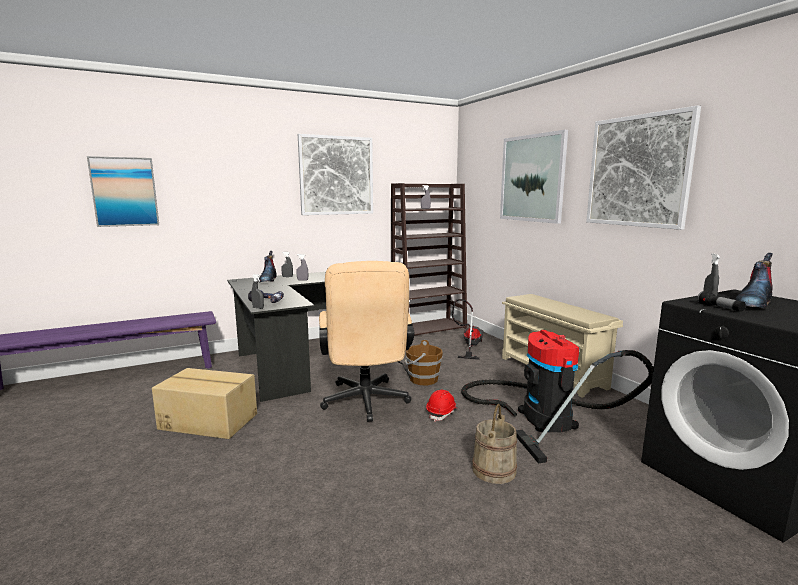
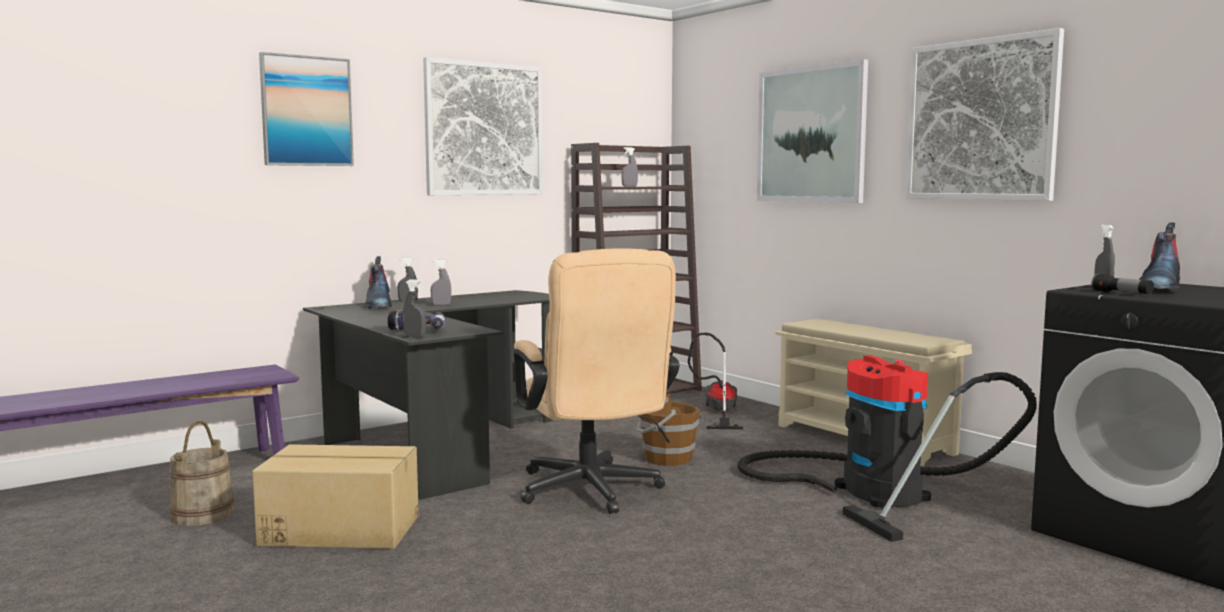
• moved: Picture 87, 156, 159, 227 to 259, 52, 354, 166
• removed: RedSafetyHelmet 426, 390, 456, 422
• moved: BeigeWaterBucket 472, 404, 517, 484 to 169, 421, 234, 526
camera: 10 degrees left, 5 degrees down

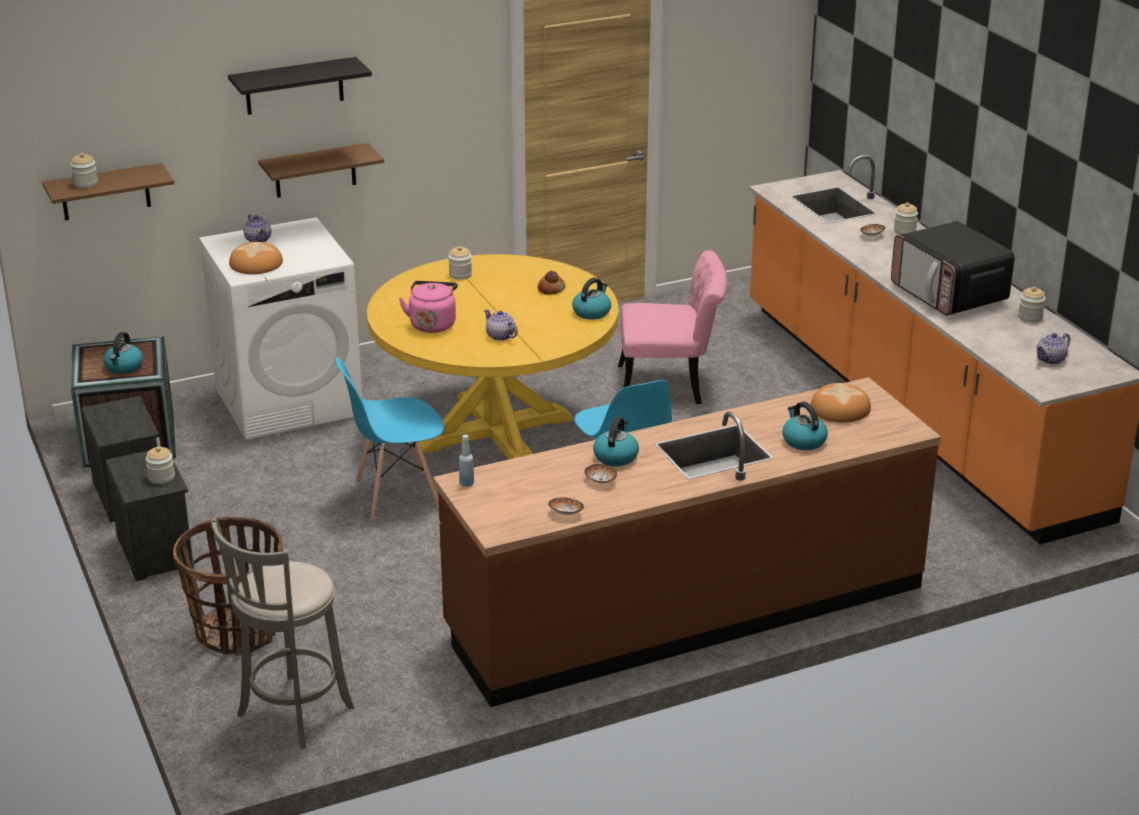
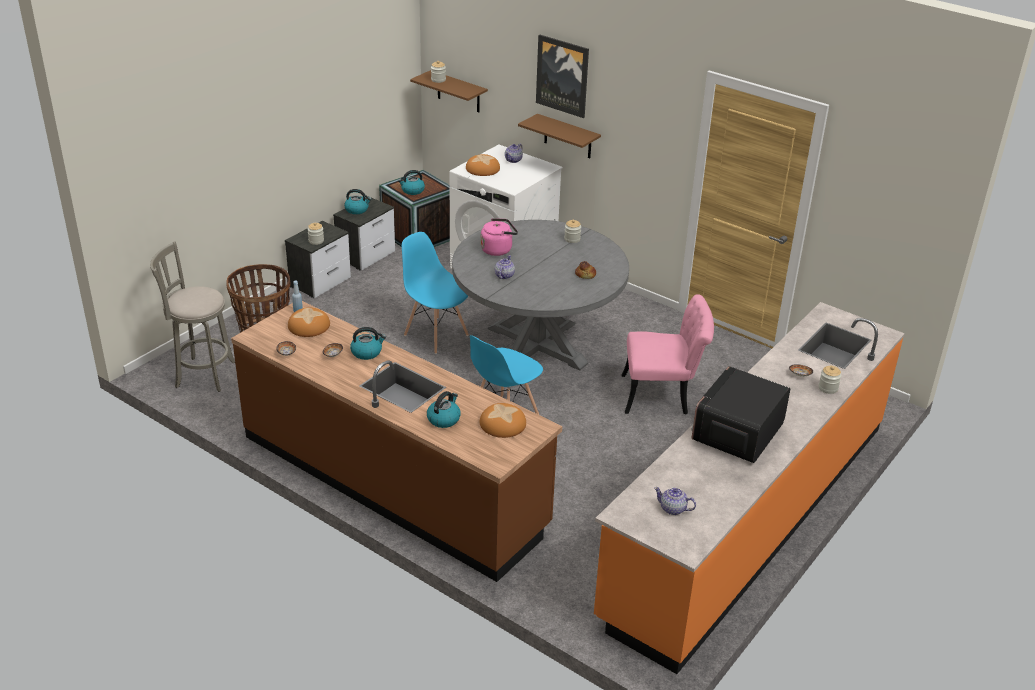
• replaced: BlackColouredBracketShelf 228, 57, 372, 115 to Picture 536, 35, 589, 118
• recoloured: YellowColouredDiningTable 367, 254, 619, 459 to GreyDiningTable 452, 220, 629, 371
• moved: WaterKettle 572, 278, 611, 320 to 344, 189, 372, 214
• turned: PinkishUprightChair 618, 250, 727, 405 = 621, 294, 714, 415 60 degrees counterclockwise
• removed: PreserveJar 1018, 287, 1046, 322
• added: Bread 288, 307, 330, 337
camera: 60 degrees right, 5 degrees up

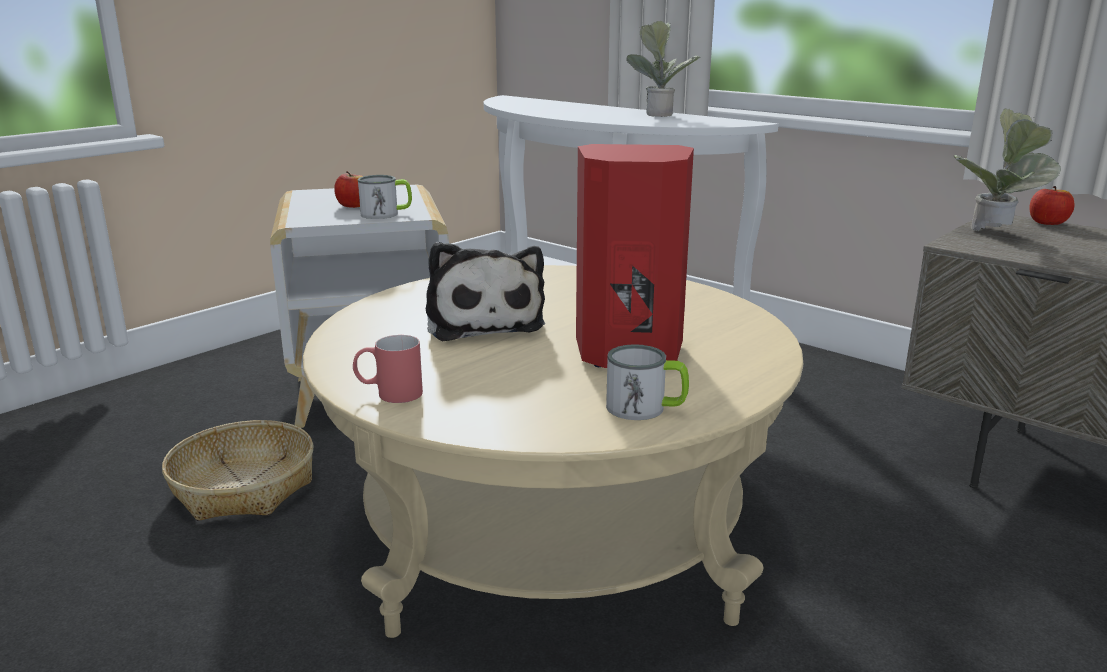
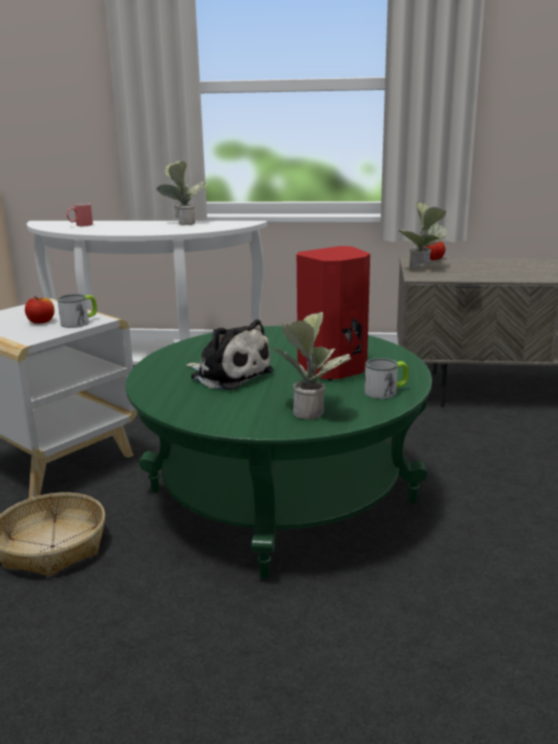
• recoloured: BeigeCoffeeTable 303, 265, 804, 638 to GreenCoffeeTable 125, 326, 432, 579
• moved: RedCoffeeMug 353, 335, 423, 403 to 67, 203, 93, 226
• added: PottedPlant 274, 312, 351, 419
camera: 35 degrees left, 0 degrees up

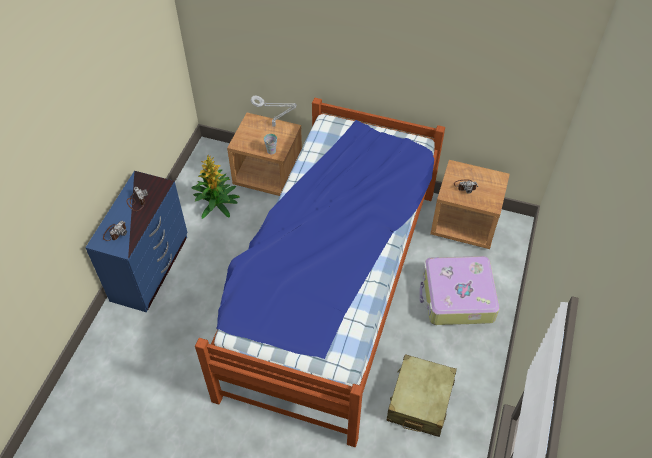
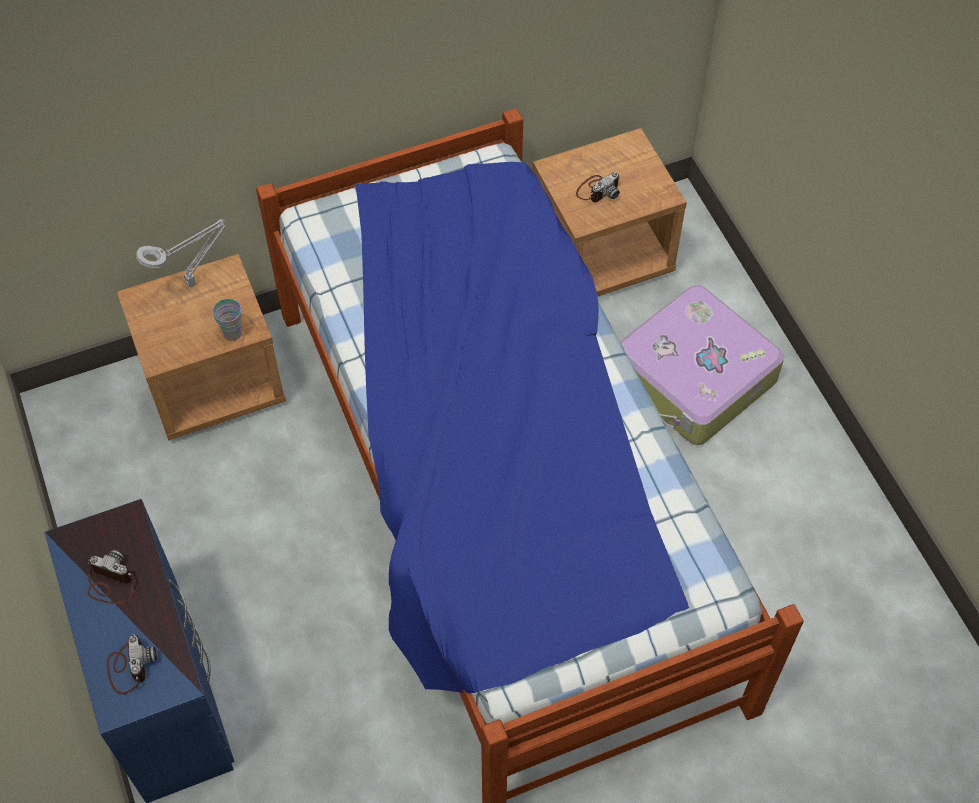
• removed: PottedPlant 191, 155, 240, 219
• removed: BeigePieceOfLuggage 387, 354, 457, 437
camera: 40 degrees left, 5 degrees up

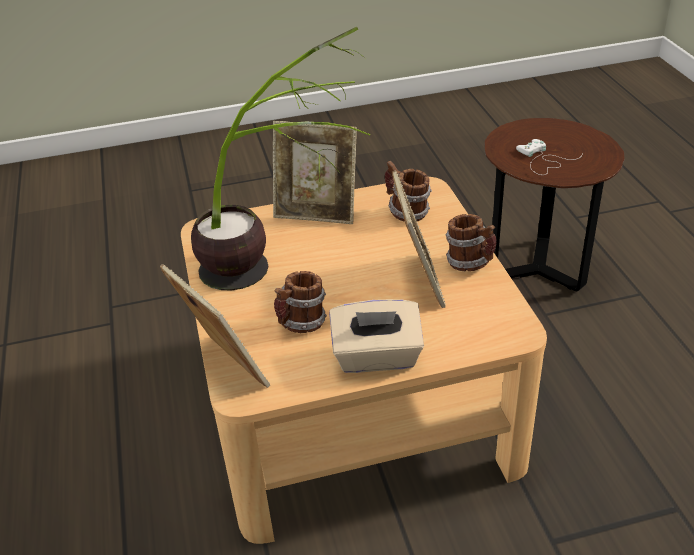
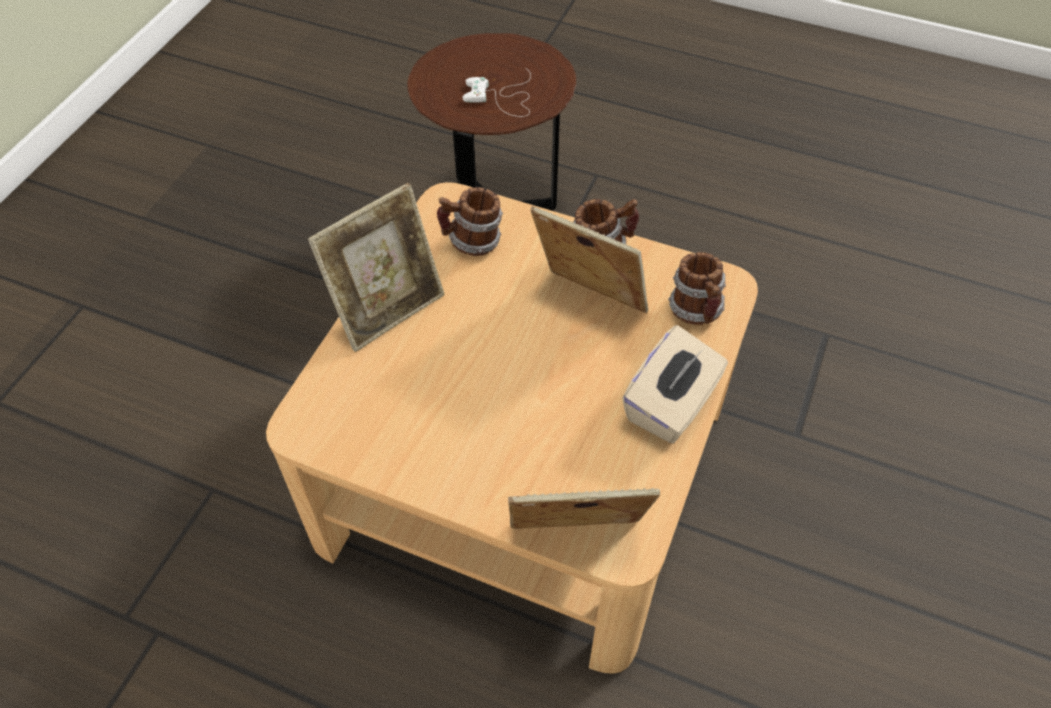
• removed: PottedPlant 191, 26, 370, 290
• moved: CoffeeMug 274, 271, 327, 333 to 668, 252, 726, 325
camera: 55 degrees left, 15 degrees up

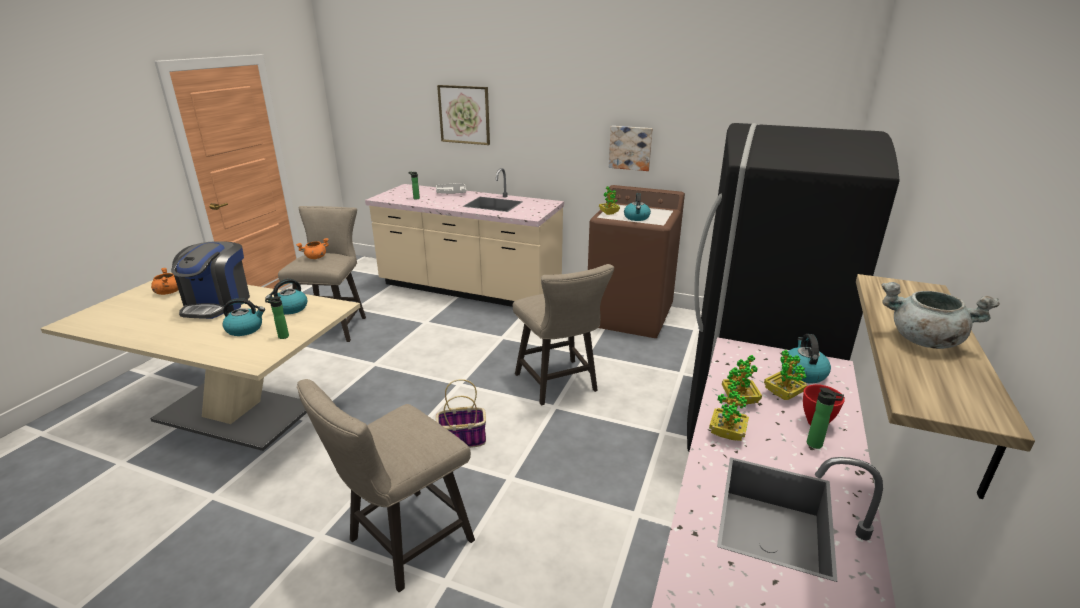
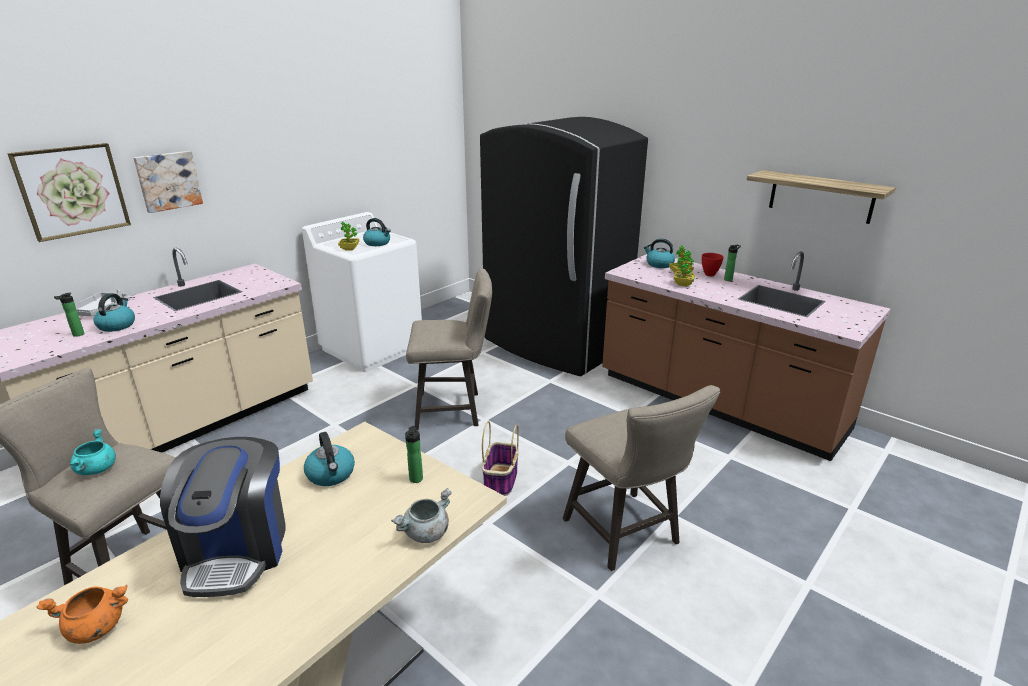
• turned: CoffeeMaker 171, 241, 250, 319 = 160, 437, 285, 597 60 degrees clockwise
• moved: WaterKettle 222, 298, 265, 336 to 94, 293, 135, 332
• recoloured: OrangeStockpot 296, 238, 329, 259 to BlueGreenStockpot 69, 429, 116, 475
• recoloured: BrownLaundryAppliance 588, 185, 685, 338 to WhitishLaundryAppliance 302, 212, 422, 372
• moved: Picture 609, 126, 653, 171 to 133, 151, 203, 213
• removed: PottedPlant 709, 384, 749, 441
• moved: GreyStockpot 882, 282, 1000, 349 to 391, 488, 452, 543
camera: 70 degrees left, 0 degrees up

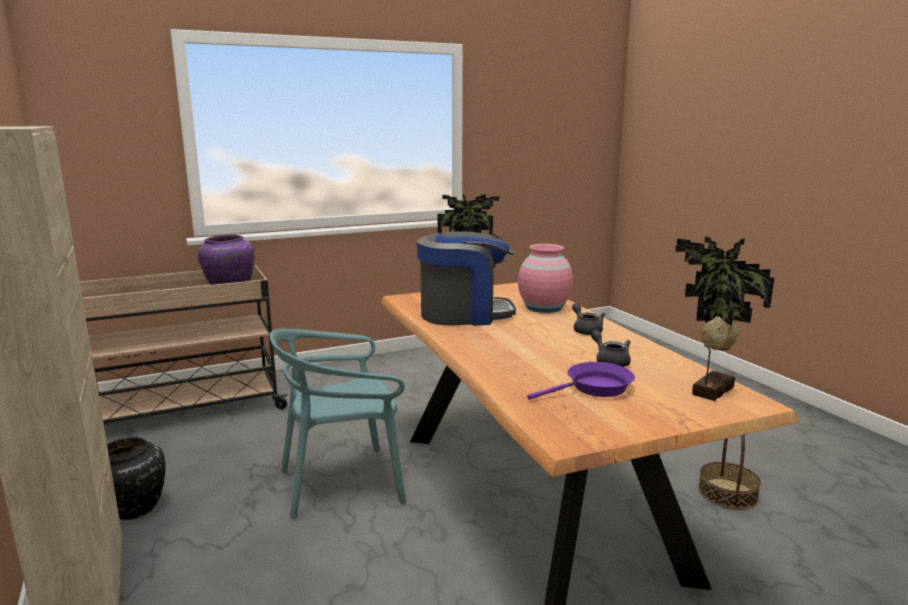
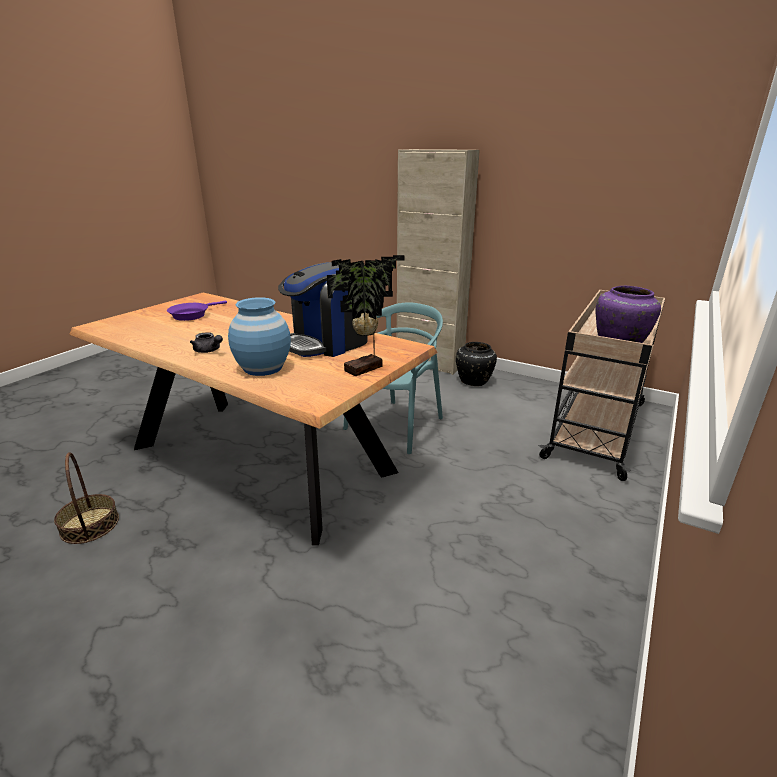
• recoloured: PinkishDecorativeVase 518, 244, 573, 313 to BlueDecorativeVase 228, 297, 291, 376
• removed: GreyTeapot 591, 330, 631, 367
• removed: PottedPlant 675, 236, 774, 401
camera: 145 degrees right, 10 degrees up

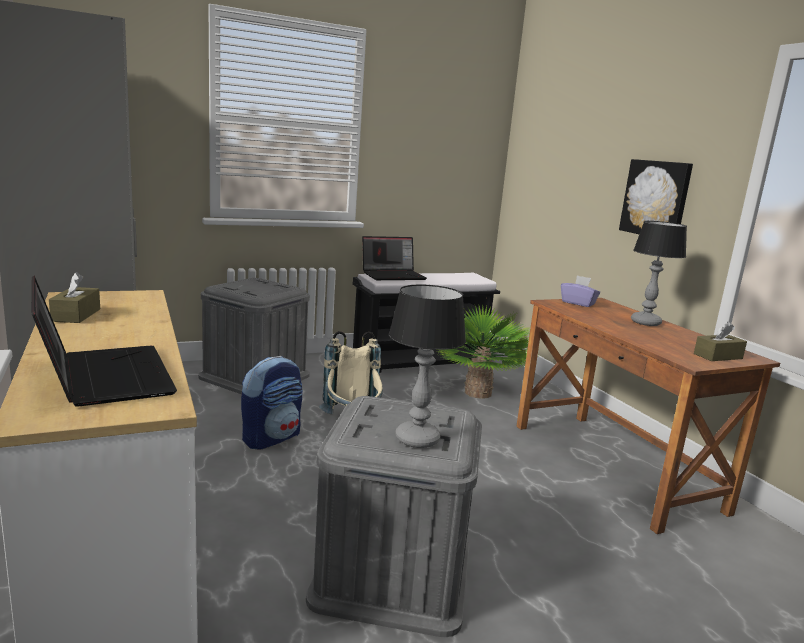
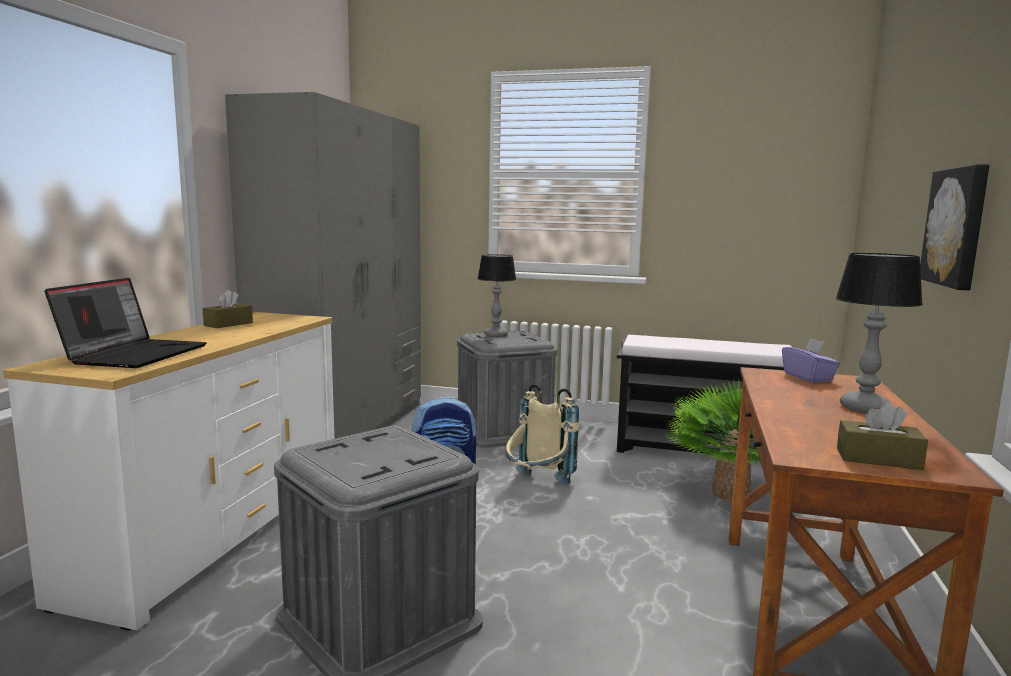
• removed: Laptop 362, 236, 427, 280
• moved: TableLamp 389, 284, 466, 448 to 477, 254, 516, 337
camera: 40 degrees right, 5 degrees down

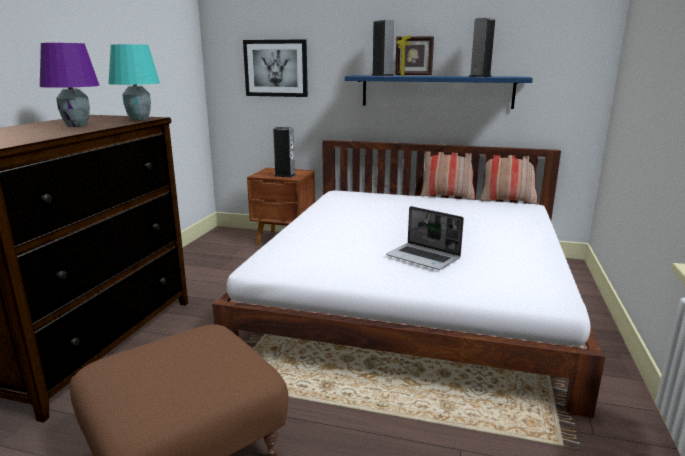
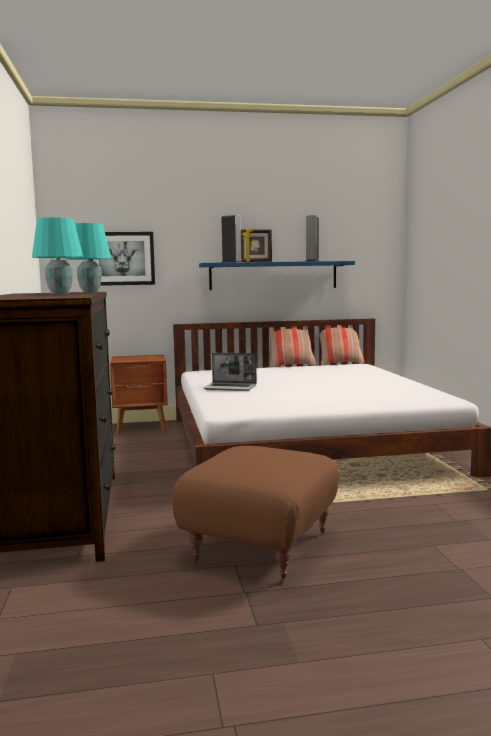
• recoloured: PurplishTableLamp 40, 43, 100, 127 to BlueGreenTableLamp 32, 217, 83, 294
• removed: Loudspeaker 273, 127, 296, 177
• moved: Laptop 386, 206, 464, 270 to 203, 353, 257, 391
camera: 25 degrees left, 10 degrees down

